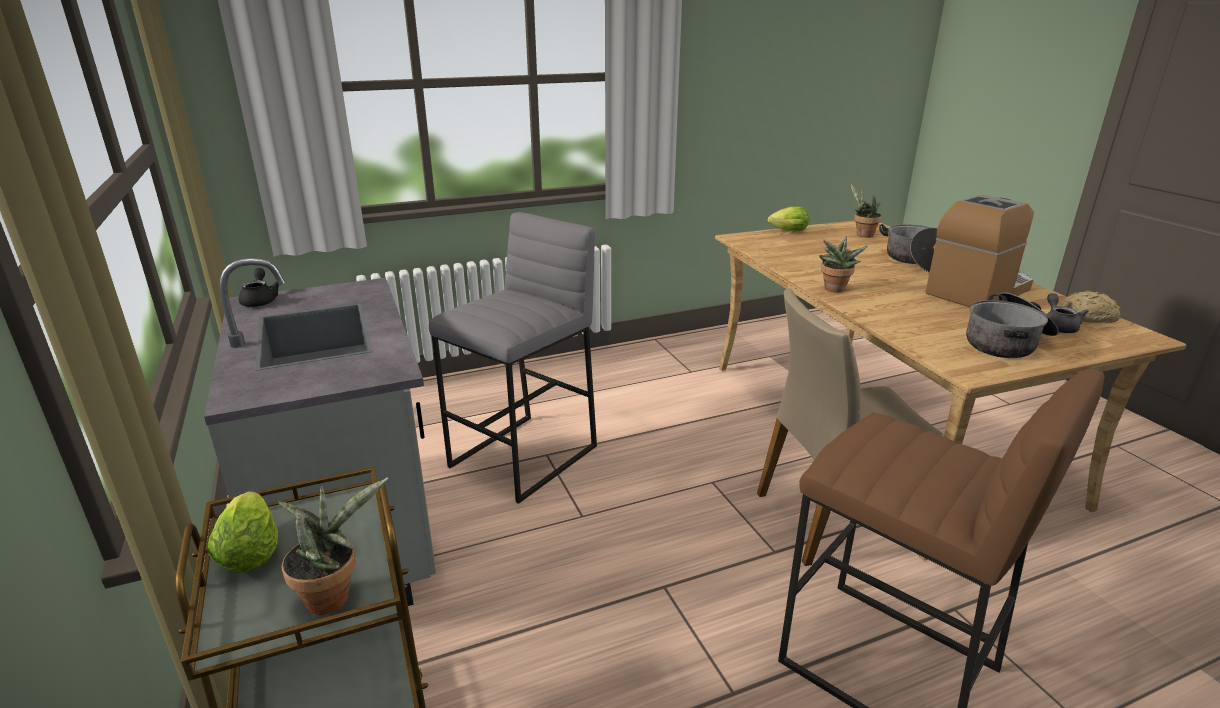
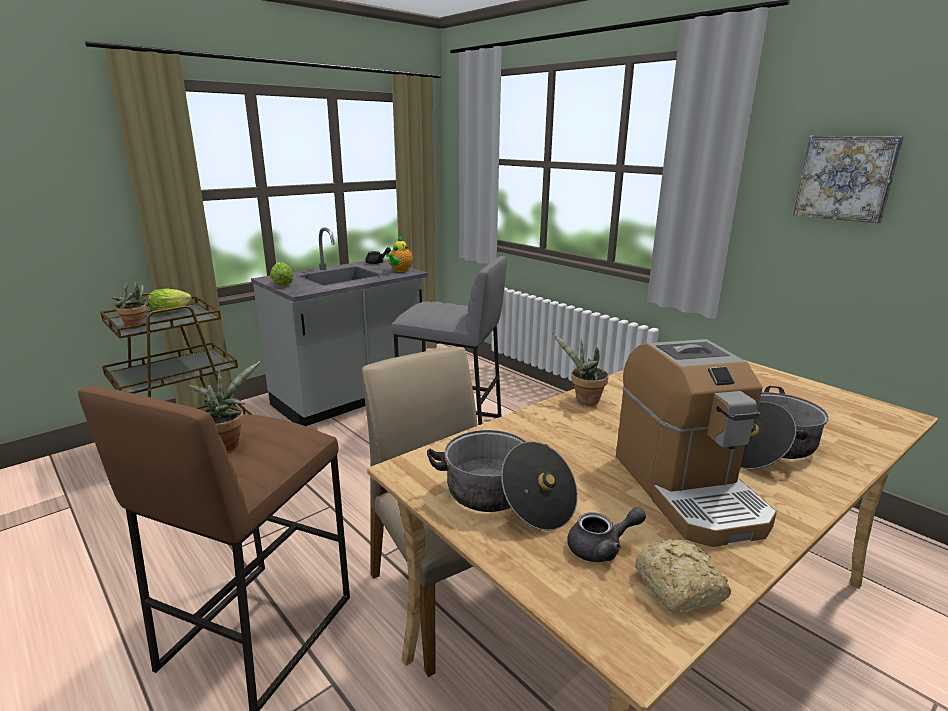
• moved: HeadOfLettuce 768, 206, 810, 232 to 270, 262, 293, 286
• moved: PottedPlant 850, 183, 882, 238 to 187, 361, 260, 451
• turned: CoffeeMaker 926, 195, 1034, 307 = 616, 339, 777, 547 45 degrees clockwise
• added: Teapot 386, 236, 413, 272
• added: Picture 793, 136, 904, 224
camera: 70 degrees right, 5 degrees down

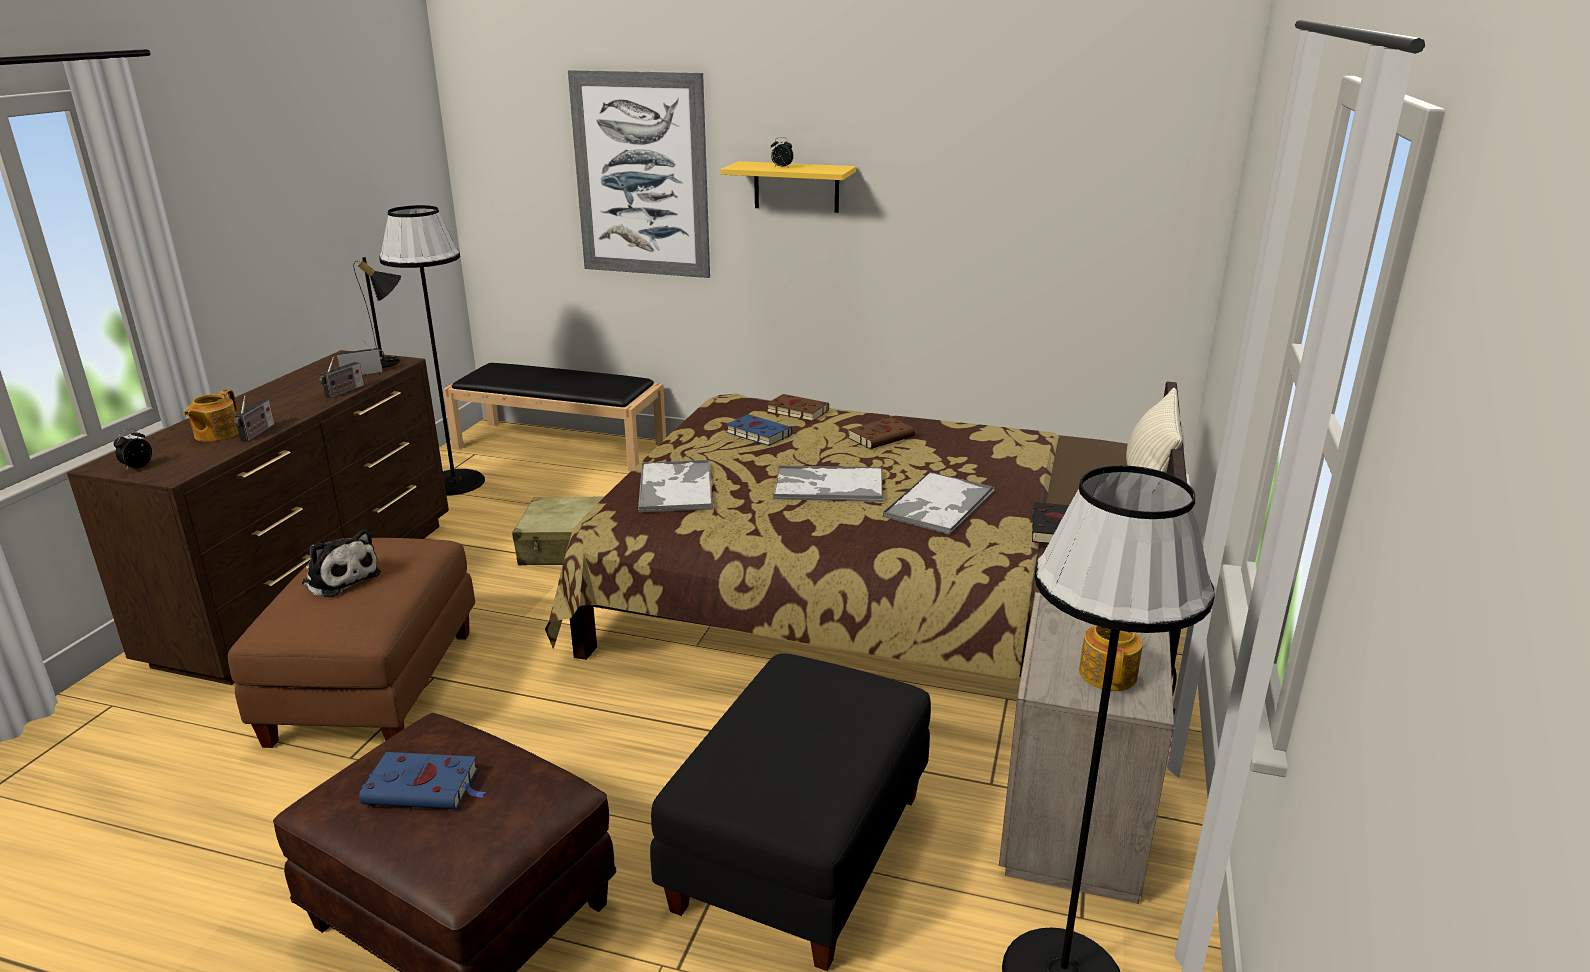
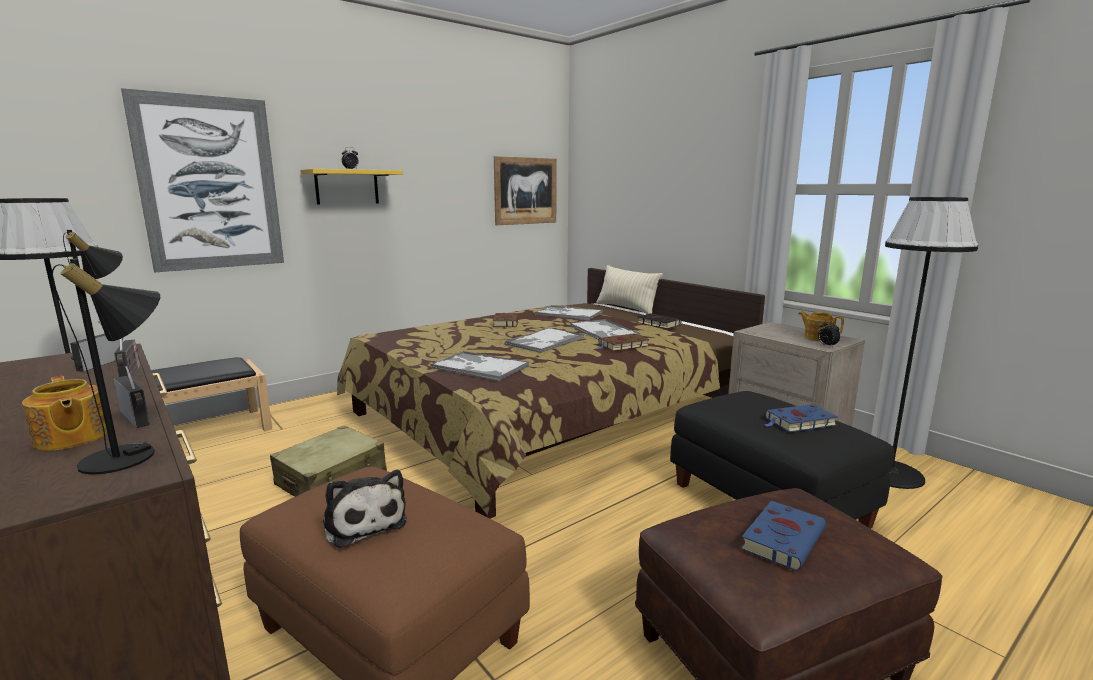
• moved: TableClock 114, 428, 152, 471 to 818, 320, 840, 347
• turned: PlushToy 302, 529, 381, 597 = 323, 470, 407, 548 75 degrees clockwise
• moved: BlueBook 726, 414, 792, 446 to 764, 404, 838, 432
• moved: BrownBook 766, 394, 829, 421 to 598, 333, 649, 351
• added: BlackColouredTableLamp 51, 259, 160, 475
• added: Picture 494, 156, 557, 225
• added: CarryingTray 535, 305, 603, 321
camera: 55 degrees left, 10 degrees down

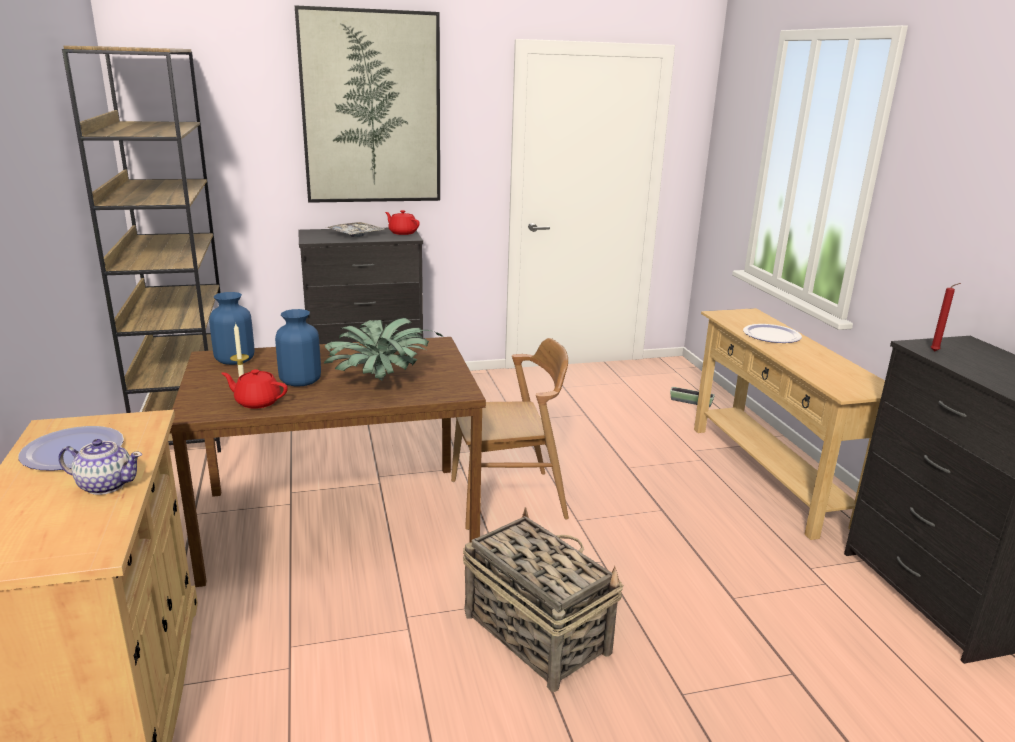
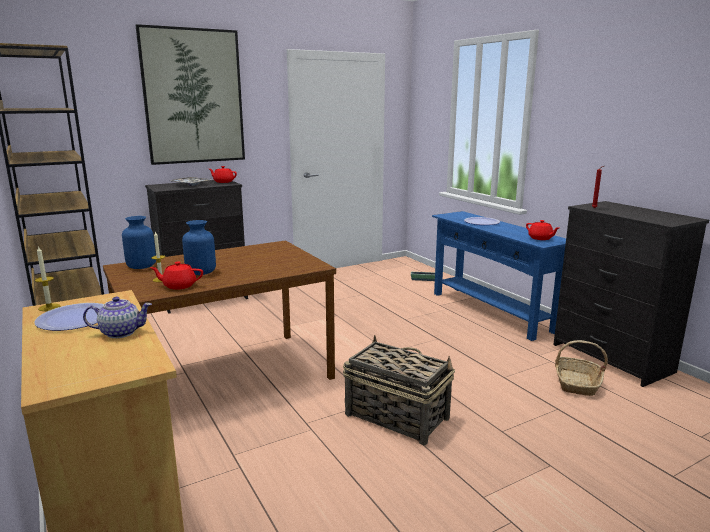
• removed: PottedPlant 324, 318, 443, 381
• removed: BrownUprightChair 451, 338, 569, 530
• recoloured: BeigeConsoleTable 694, 308, 885, 540 to BlueConsoleTable 432, 211, 566, 341
• added: WaxCandle 35, 246, 60, 311
• added: RedTeapot 526, 220, 559, 240
• added: StorageBasket 555, 340, 608, 396
camera: 15 degrees left, 5 degrees down

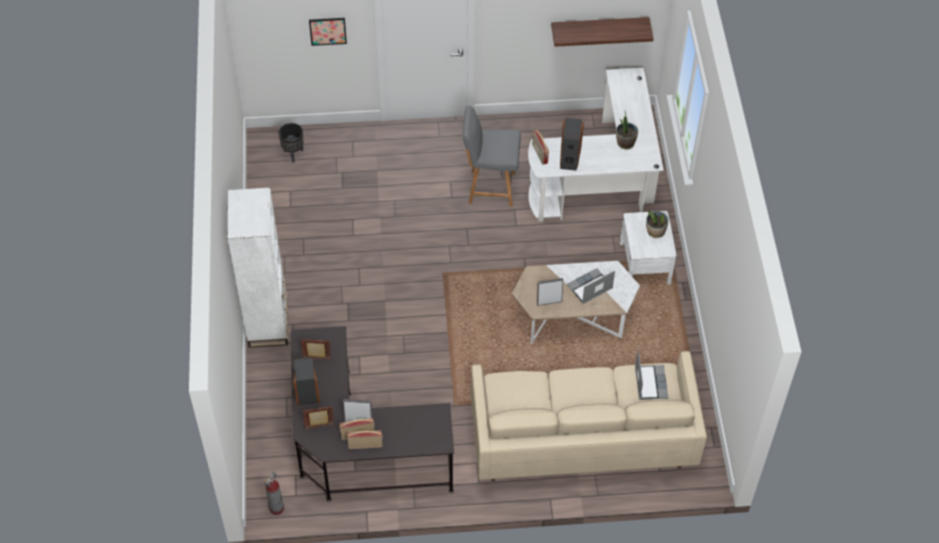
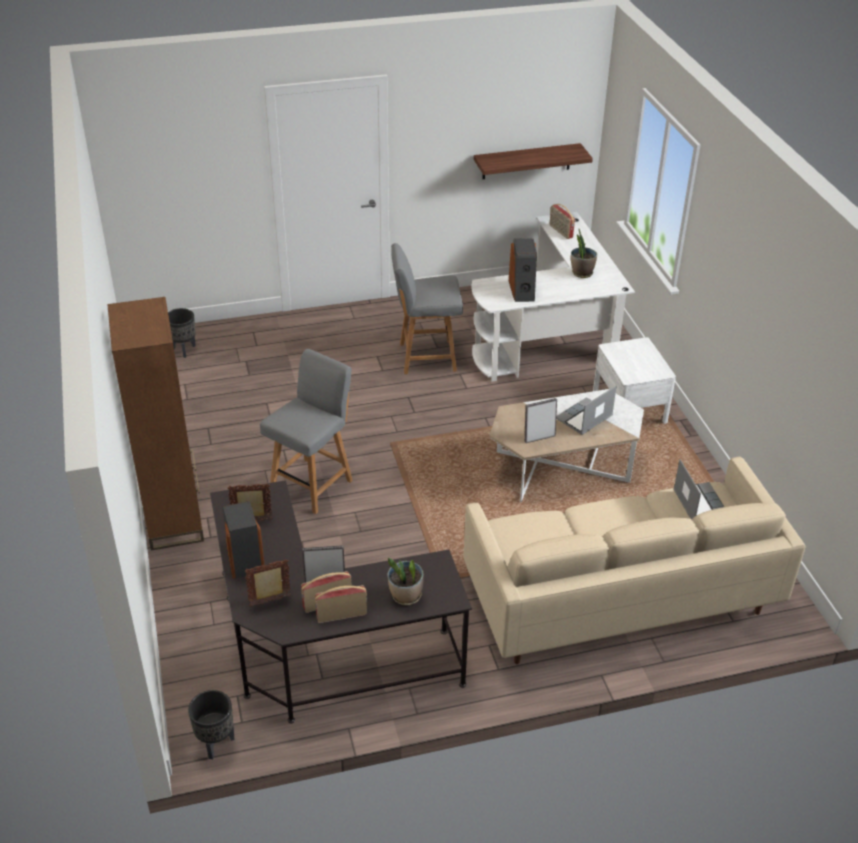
• recoloured: WhitishShelvingUnit 228, 188, 288, 348 to BrownShelvingUnit 107, 297, 204, 551
• replaced: FireExtinguisher 264, 471, 284, 515 to BlackColouredFlowerPot 188, 690, 235, 759
• removed: Picture 309, 18, 347, 46
• moved: Radio 532, 130, 549, 165 to 550, 204, 575, 239
• moved: PottedPlant 646, 211, 668, 238 to 387, 558, 424, 605
• added: GreyUprightChair 260, 349, 353, 514
camera: 10 degrees left, 15 degrees down

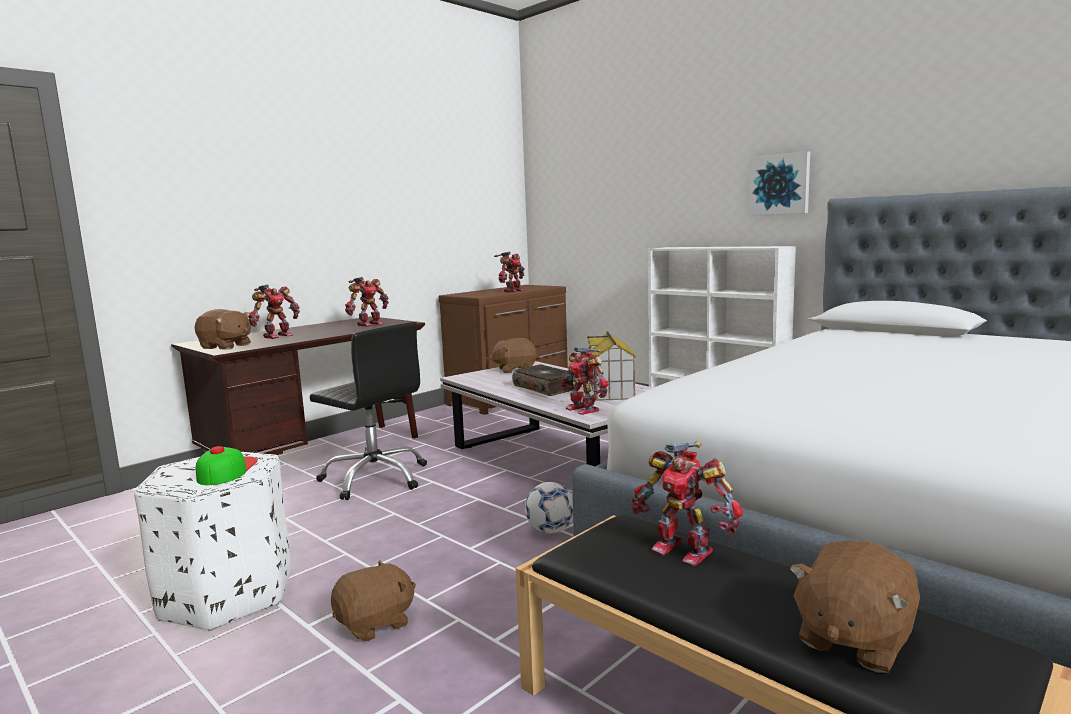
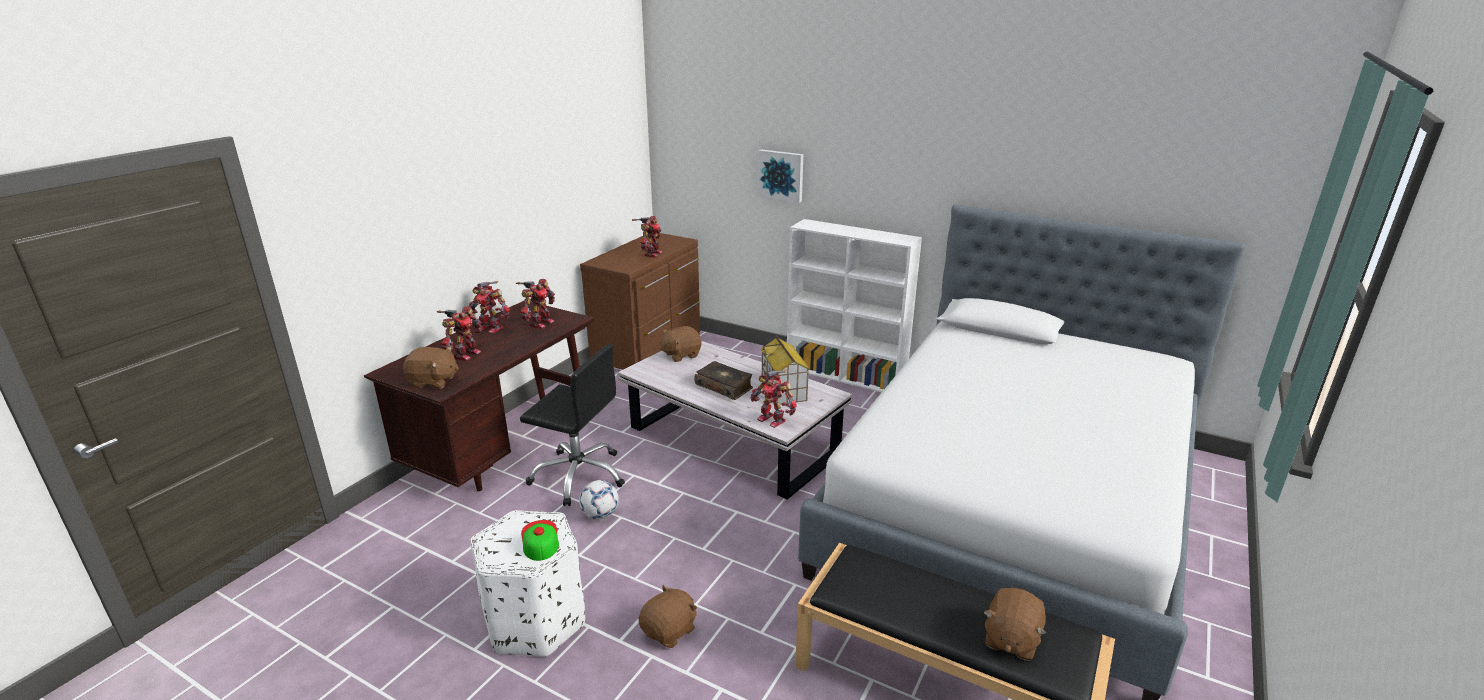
• moved: Football 525, 482, 573, 533 to 579, 480, 619, 520
• moved: RobotFigure 632, 441, 743, 566 to 469, 281, 510, 333
• moved: Picture 749, 151, 810, 215 to 758, 149, 803, 203
camera: 15 degrees left, 15 degrees up

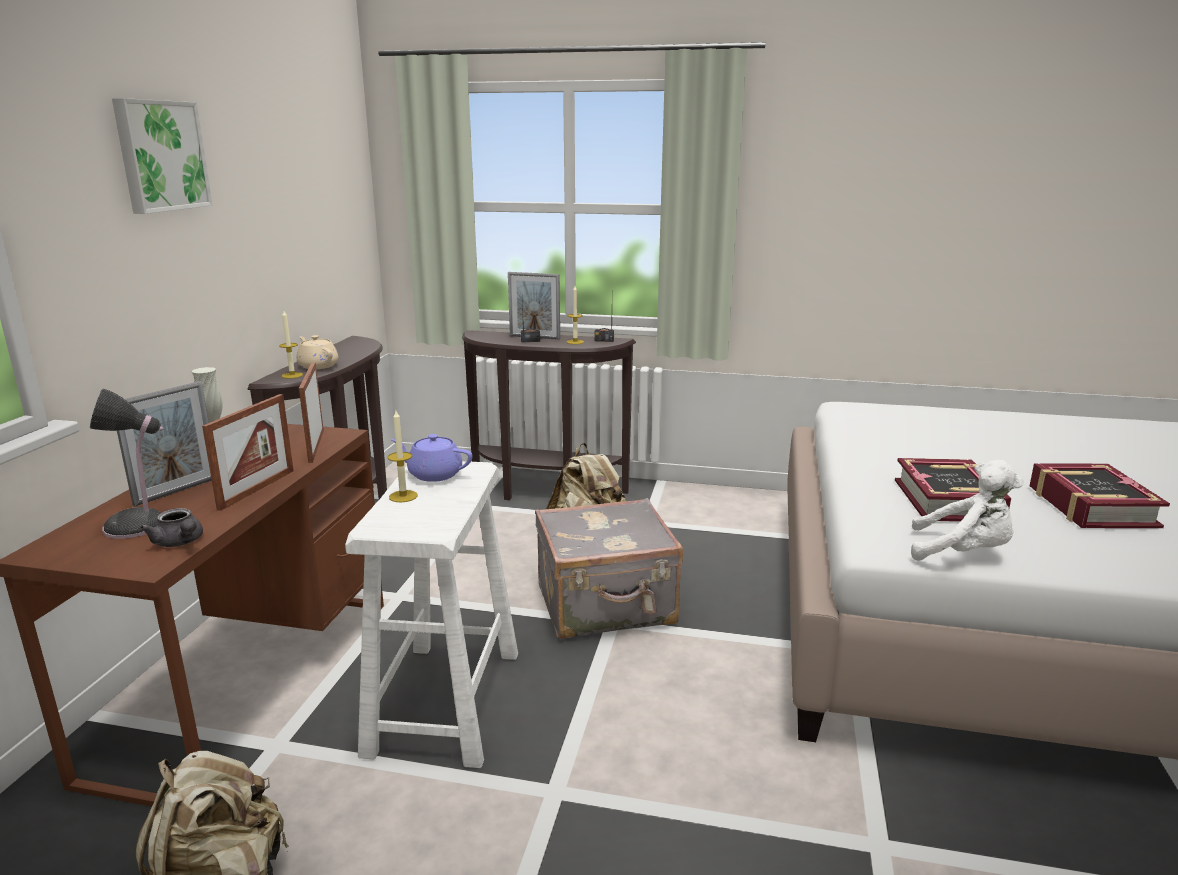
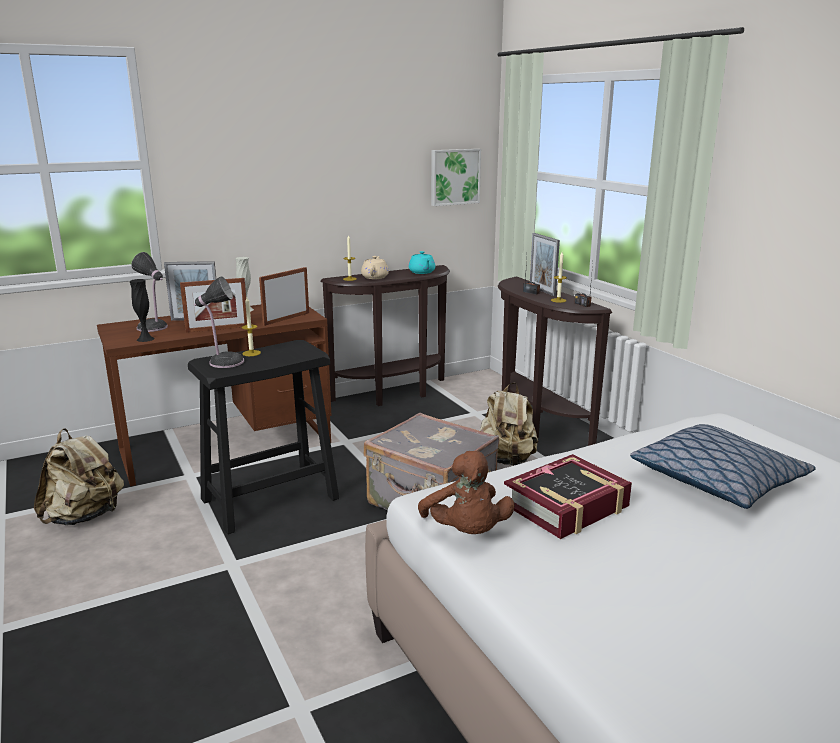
• moved: Picture 112, 98, 213, 214 to 431, 149, 481, 206
• replaced: GreyTeapot 140, 508, 203, 547 to BlackColouredDecorativeVase 130, 279, 155, 342
• recoloured: WhitishSittingStool 345, 461, 518, 768 to BlackColouredSittingStool 188, 340, 339, 534
• removed: PurplishTeapot 391, 434, 473, 482
• recoloured: WhitishPlushToy 911, 460, 1024, 561 to BrownPlushToy 418, 451, 515, 534
• removed: Book 1030, 463, 1170, 528
• added: TableLamp 194, 276, 244, 368
• added: BlueGreenTeapot 409, 251, 435, 274
• added: Cushion 630, 424, 816, 509
camera: 50 degrees right, 0 degrees up

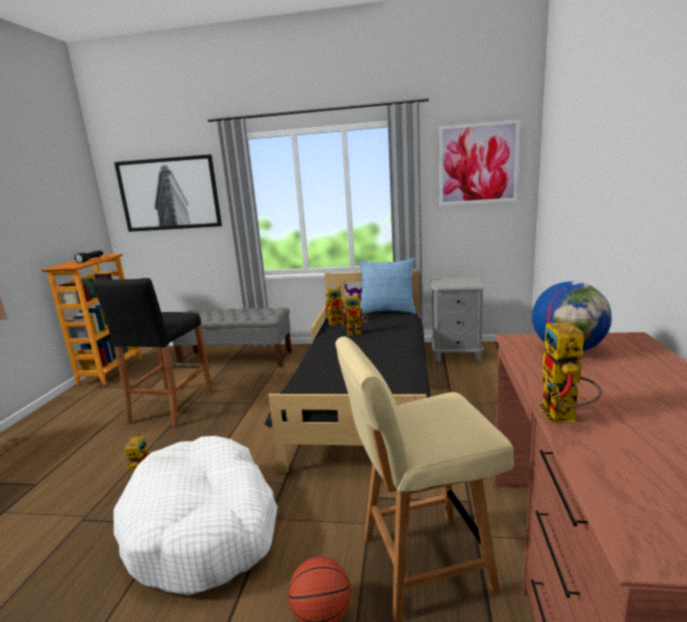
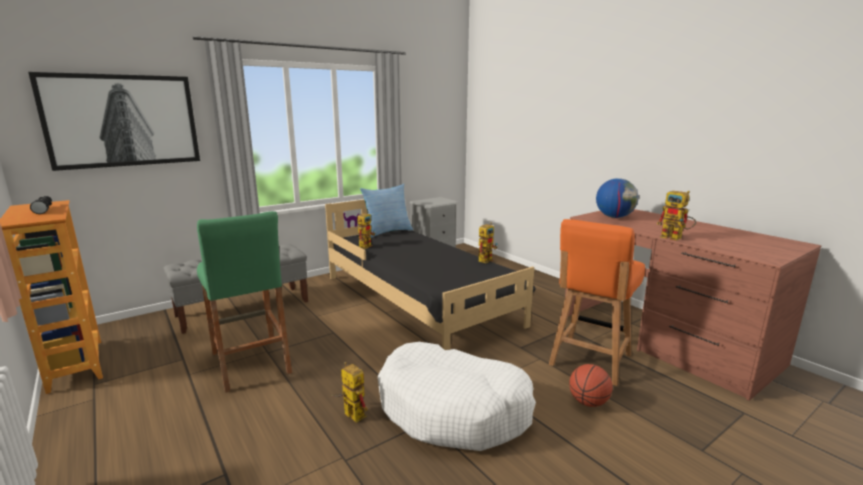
• recoloured: BlackColouredSittingStool 92, 278, 213, 427 to GreenSittingStool 197, 211, 292, 393
• recoloured: BeigeUprightChair 335, 337, 514, 622 to OrangeUprightChair 549, 219, 645, 386
• moved: RobotFigure 342, 294, 368, 336 to 479, 222, 497, 263
• removed: Picture 439, 119, 521, 206
camera: 45 degrees left, 0 degrees up

